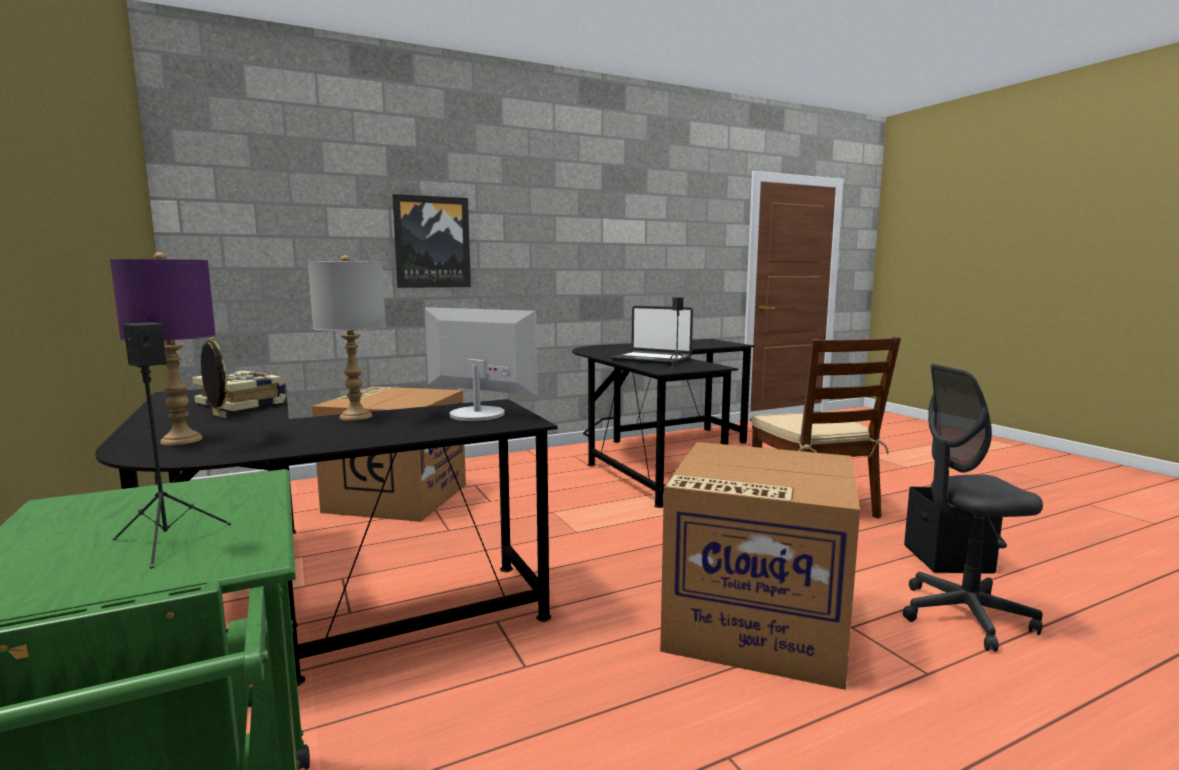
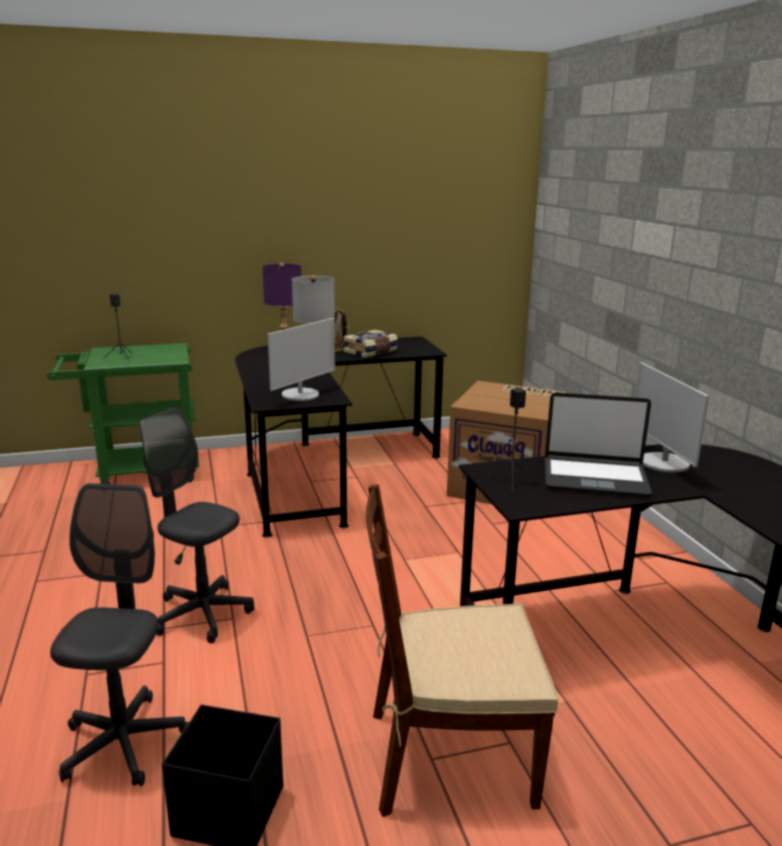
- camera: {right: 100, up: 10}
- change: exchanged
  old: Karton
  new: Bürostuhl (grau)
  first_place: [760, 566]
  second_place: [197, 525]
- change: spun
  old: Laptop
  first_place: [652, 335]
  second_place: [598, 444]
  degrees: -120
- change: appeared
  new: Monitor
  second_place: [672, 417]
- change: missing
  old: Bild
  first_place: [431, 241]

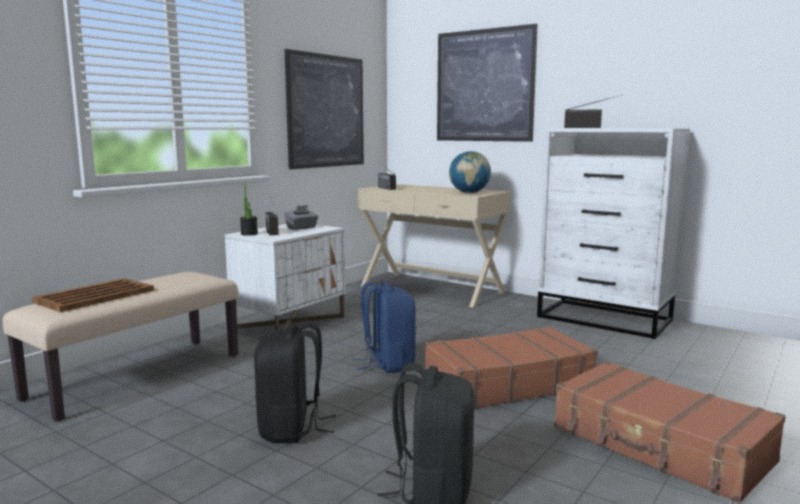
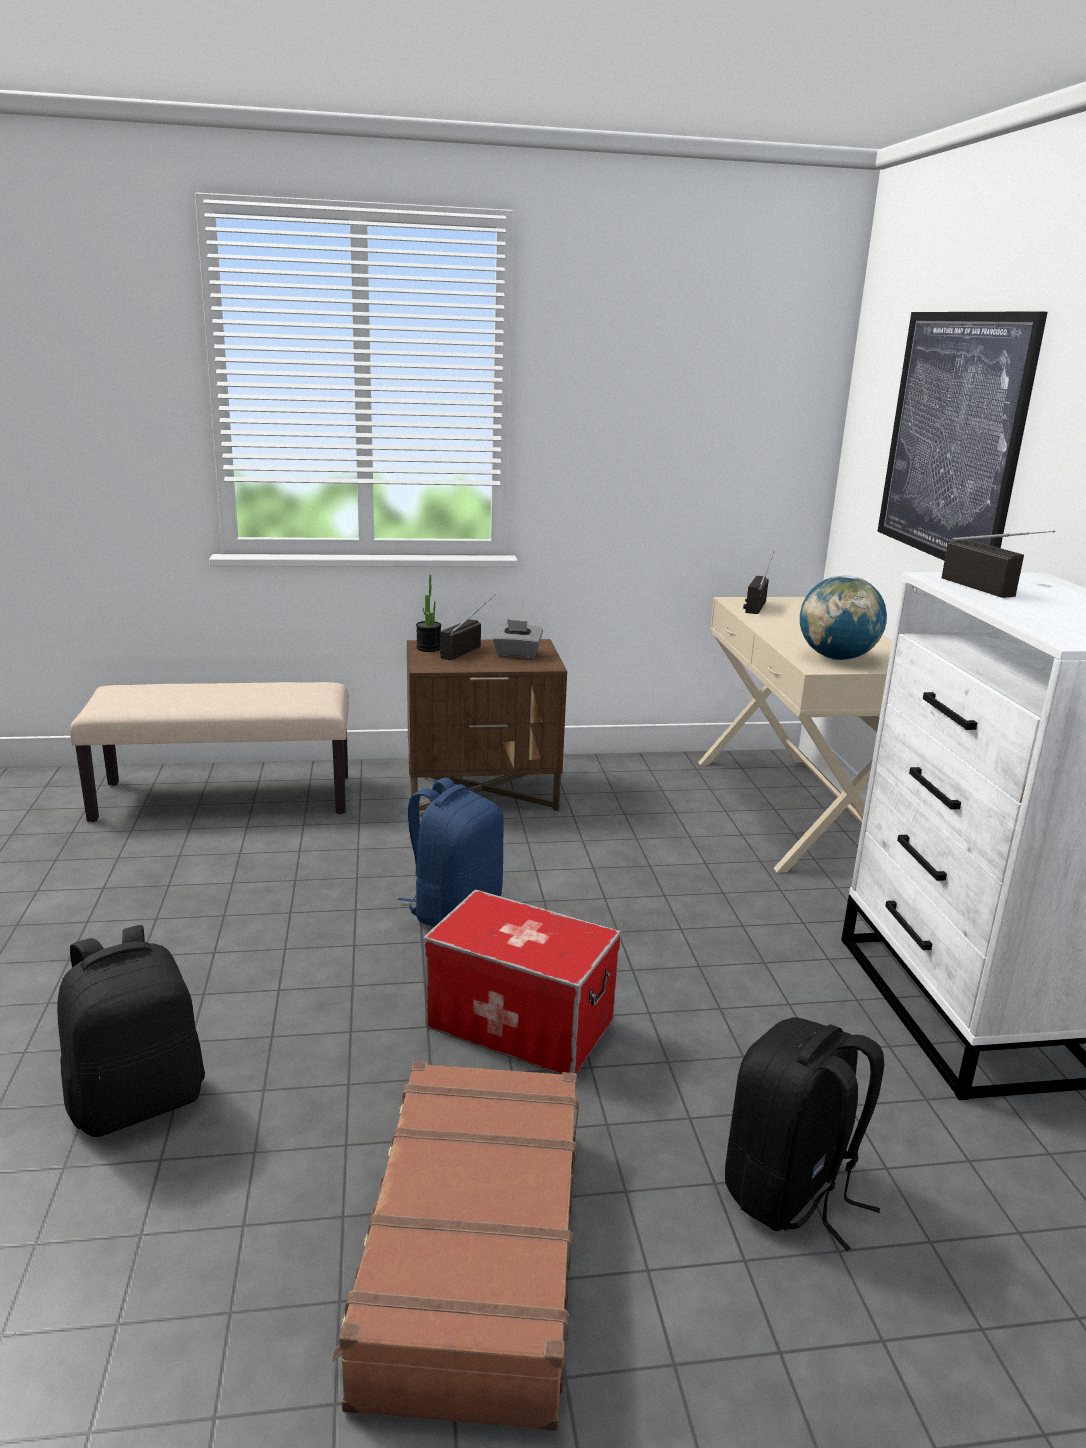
- camera: {right: 45, up: 10}
- change: colour
  old: Nachttisch (weiß)
  new: Nachttisch (braun)
  first_place: [285, 277]
  second_place: [487, 725]
- change: exchanged
  old: Koffer (braun)
  new: Aufbewahrungsbox
  first_place: [511, 367]
  second_place: [522, 982]
- change: relocated
  old: Rucksack (schwarz)
  first_place: [295, 382]
  second_place: [804, 1134]
- change: missing
  old: Tablett (braun)
  first_place: [93, 295]
- change: missing
  old: Bild
  first_place: [324, 109]

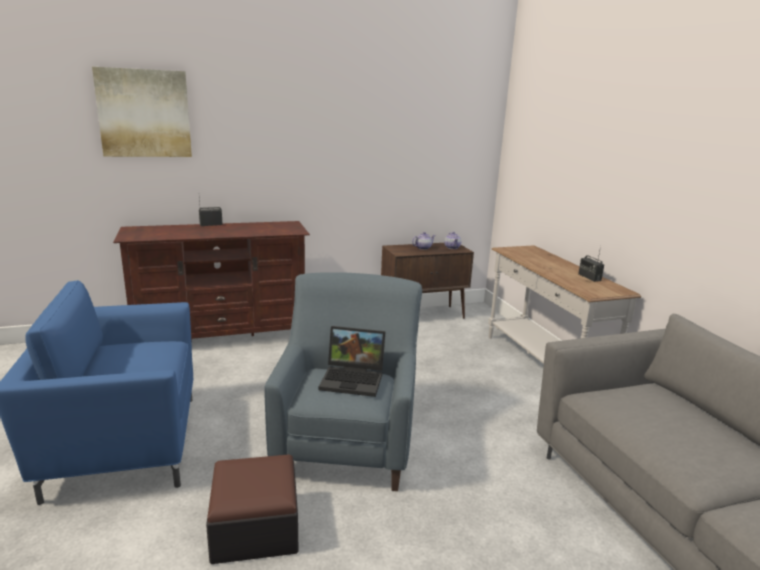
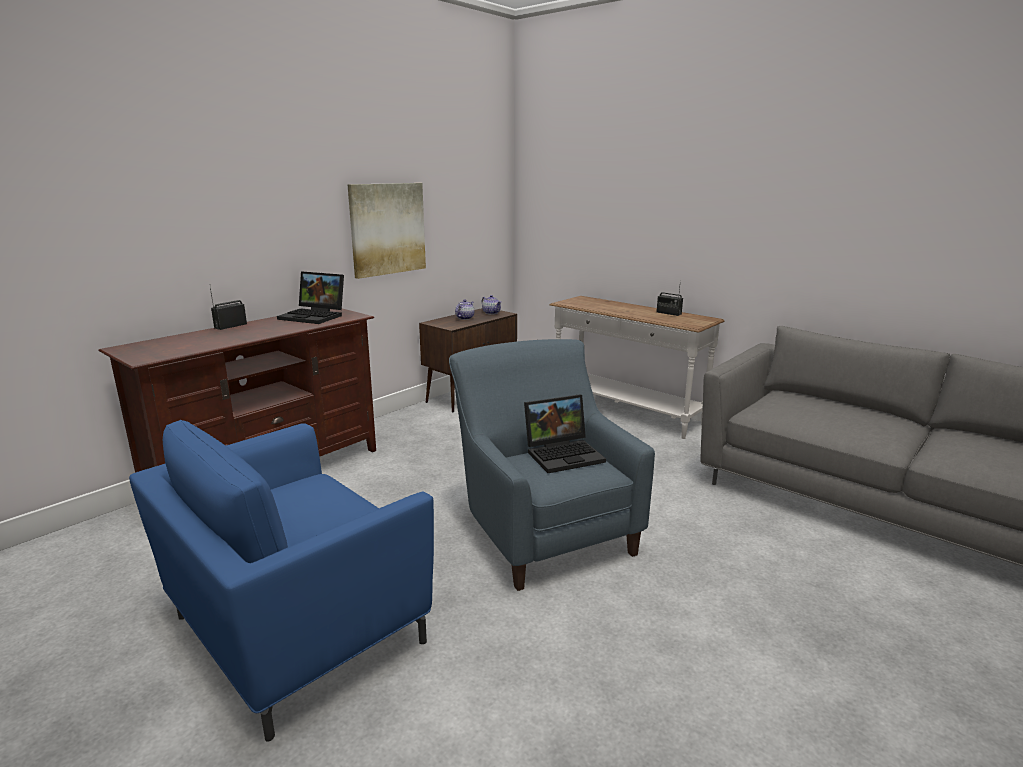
- camera: {right: -30, up: 0}
- change: appeared
  new: Laptop
  second_place: [310, 297]
- change: relocated
  old: Bild
  first_place: [142, 112]
  second_place: [387, 231]
- change: missing
  old: Polsterhocker
  first_place: [252, 509]

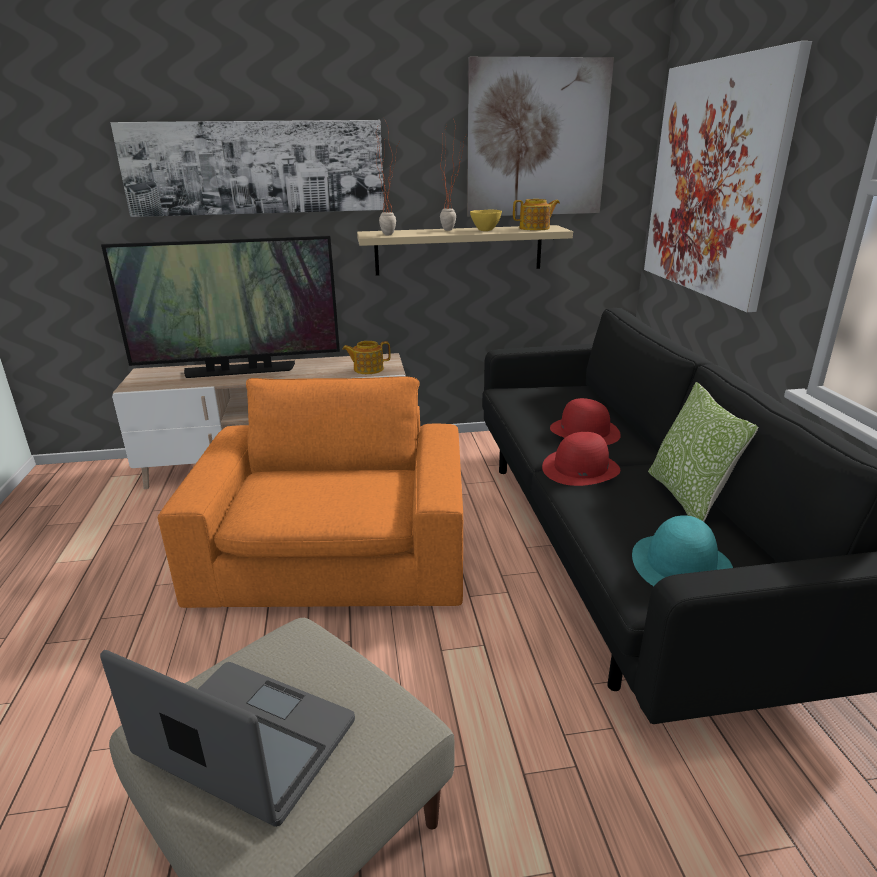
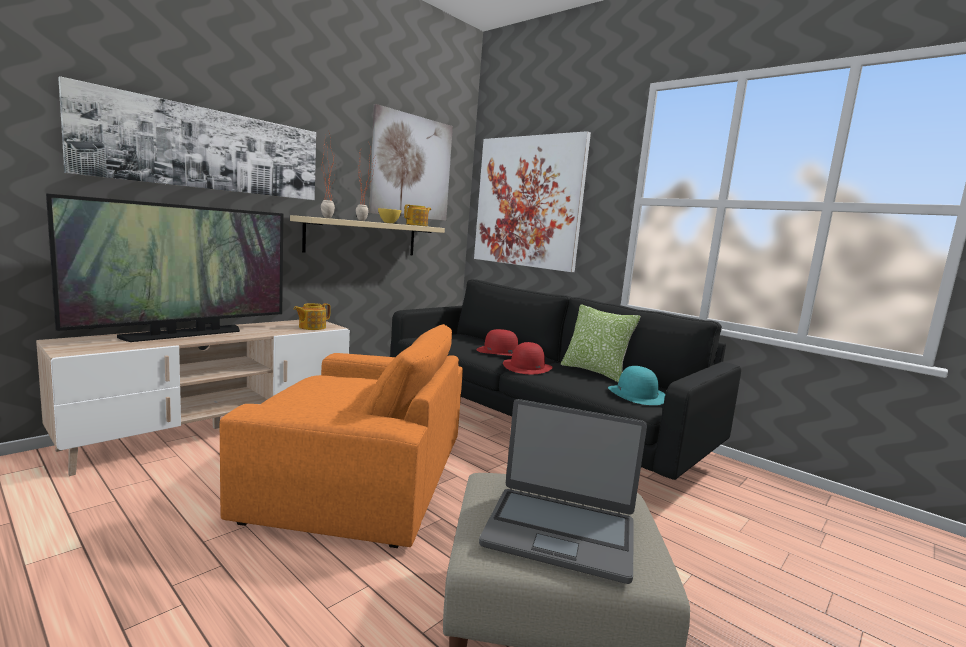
- camera: {right: -40, up: -15}
- change: spun
  old: Sessel (orange)
  first_place: [310, 492]
  second_place: [341, 436]
  degrees: 135
- change: spun
  old: Laptop
  first_place: [227, 738]
  second_place: [563, 491]
  degrees: -150

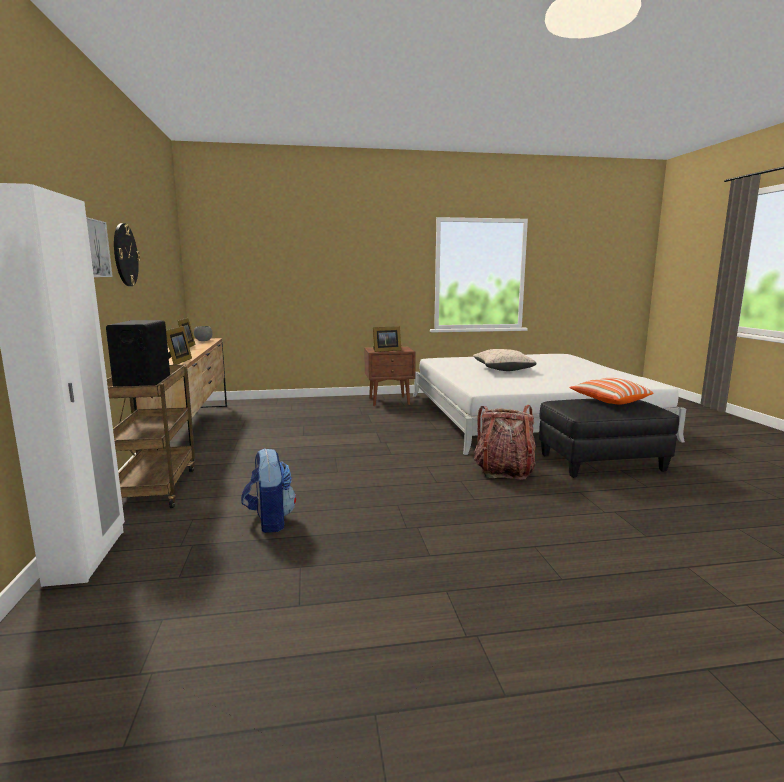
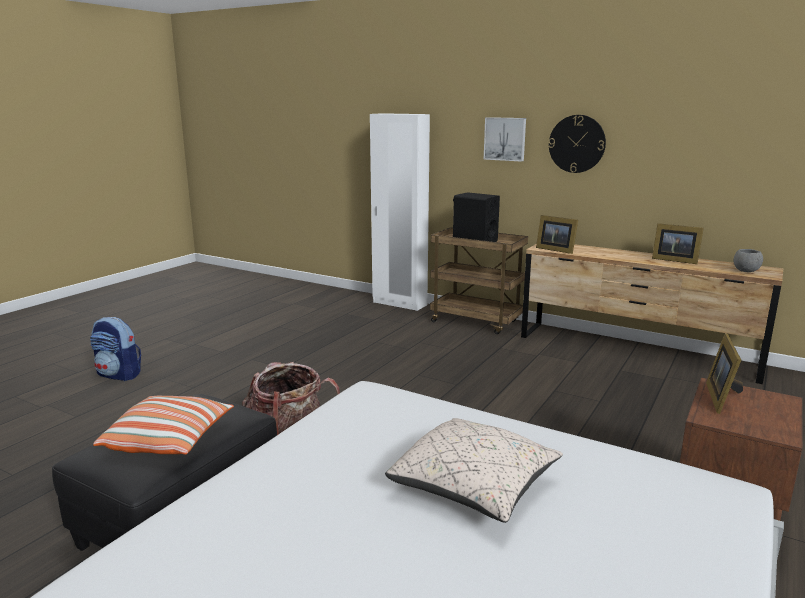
- camera: {right: 130, up: 5}
- change: relocated
  old: Rucksack
  first_place: [268, 490]
  second_place: [115, 349]

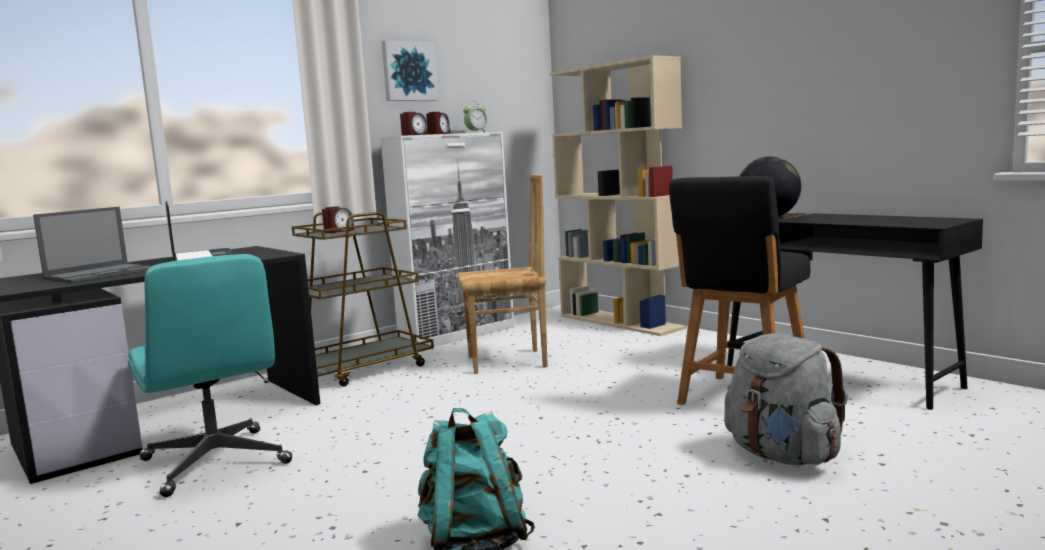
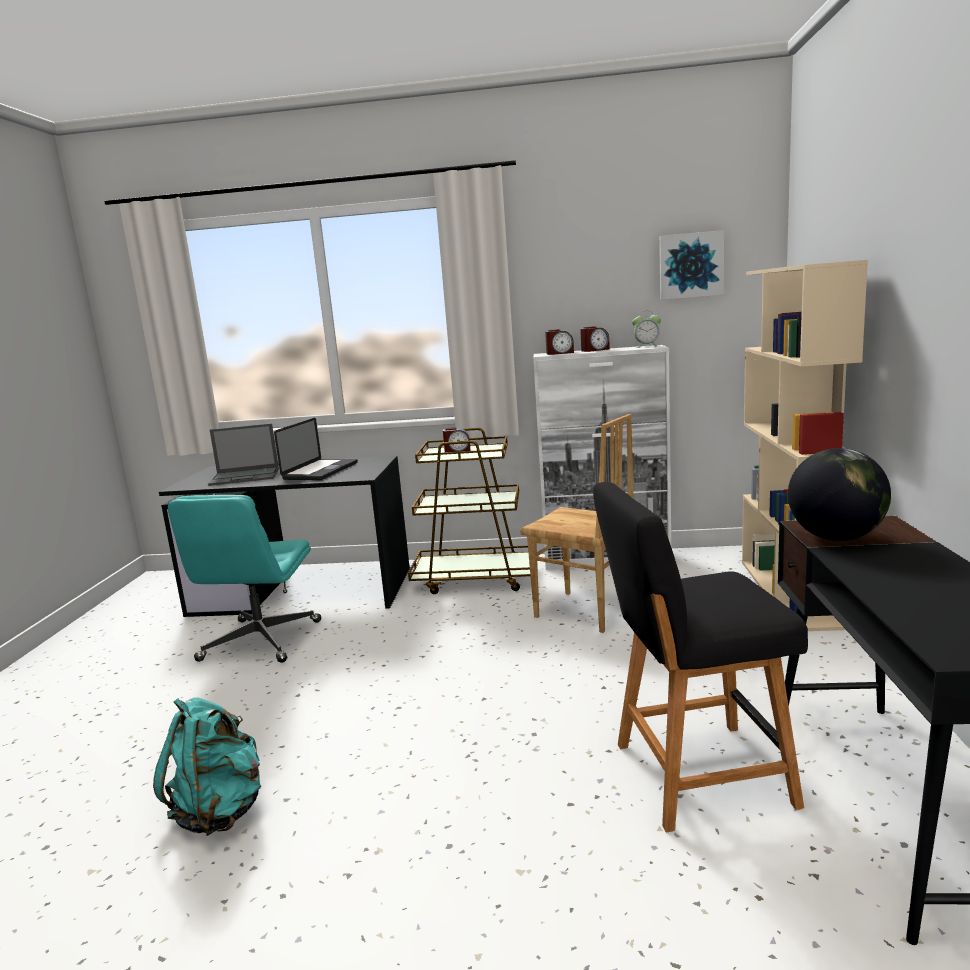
- camera: {right: 45, up: 5}
- change: relocated
  old: Bild
  first_place: [410, 70]
  second_place: [691, 265]
- change: missing
  old: Rucksack (grau)
  first_place: [786, 399]

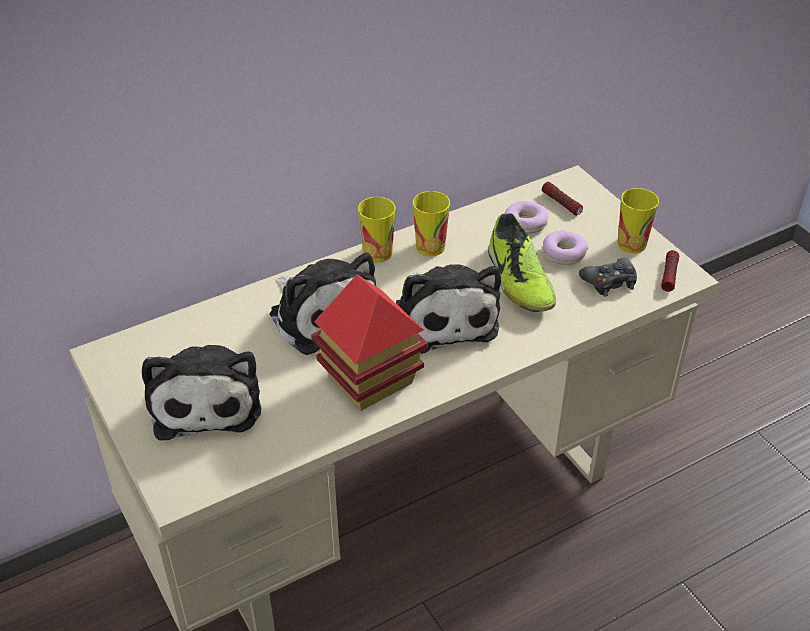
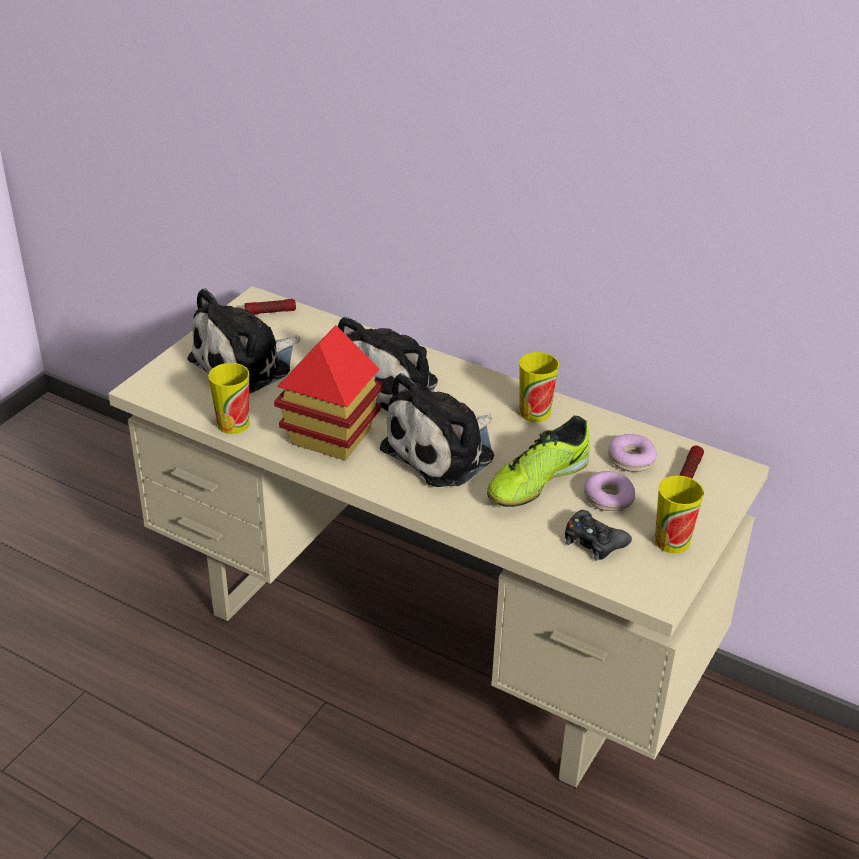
- camera: {right: 60, up: -5}
- change: relocated
  old: Tasse
  first_place: [376, 229]
  second_place: [228, 398]
- change: relocated
  old: Taschenlampe
  first_place: [670, 271]
  second_place: [270, 306]

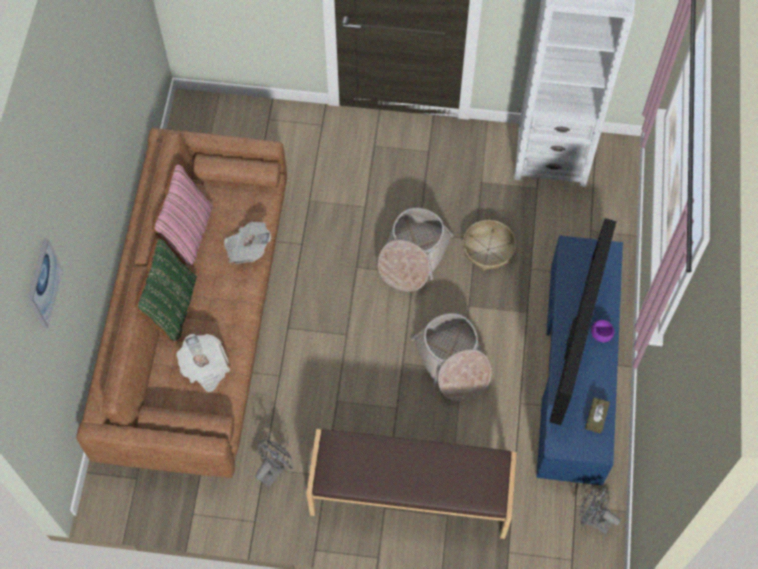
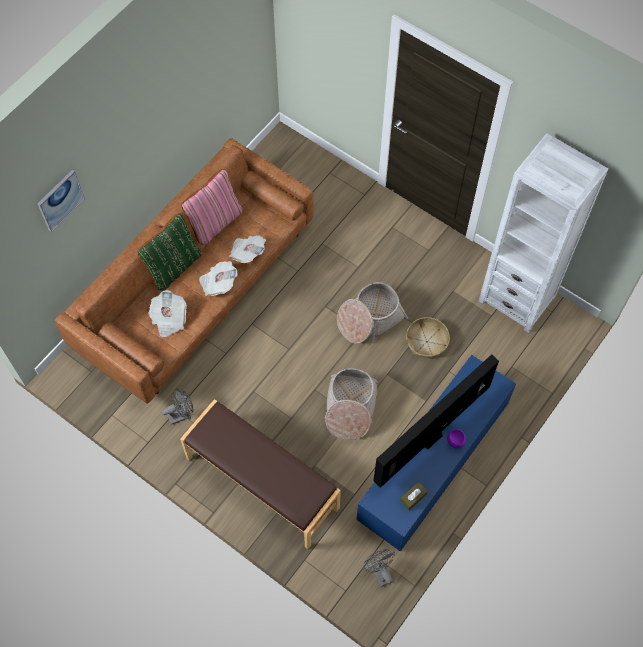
- camera: {right: 30, up: 0}
- change: appeared
  new: Zeitung
  second_place: [218, 278]

